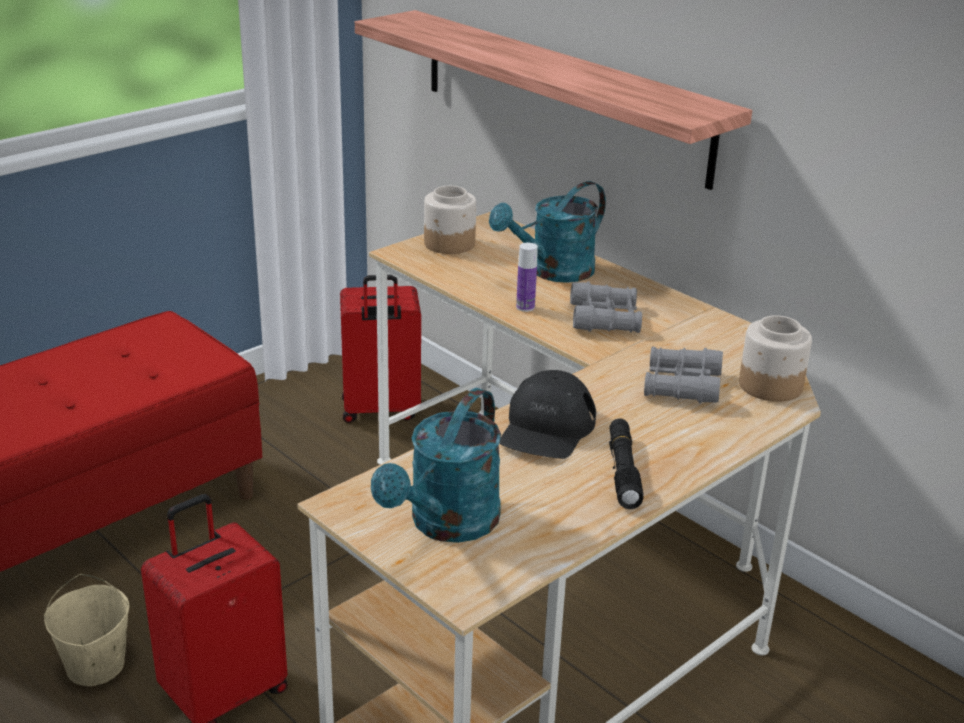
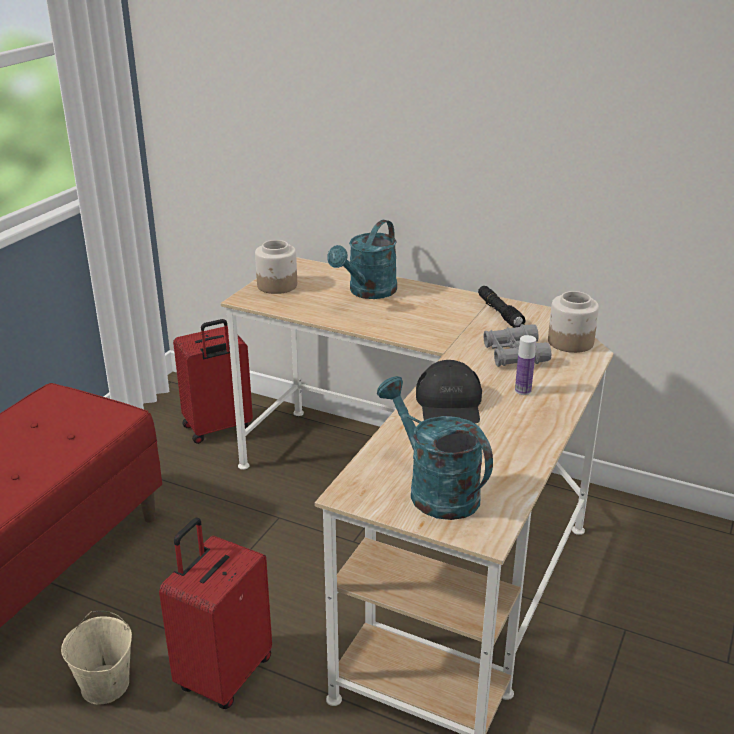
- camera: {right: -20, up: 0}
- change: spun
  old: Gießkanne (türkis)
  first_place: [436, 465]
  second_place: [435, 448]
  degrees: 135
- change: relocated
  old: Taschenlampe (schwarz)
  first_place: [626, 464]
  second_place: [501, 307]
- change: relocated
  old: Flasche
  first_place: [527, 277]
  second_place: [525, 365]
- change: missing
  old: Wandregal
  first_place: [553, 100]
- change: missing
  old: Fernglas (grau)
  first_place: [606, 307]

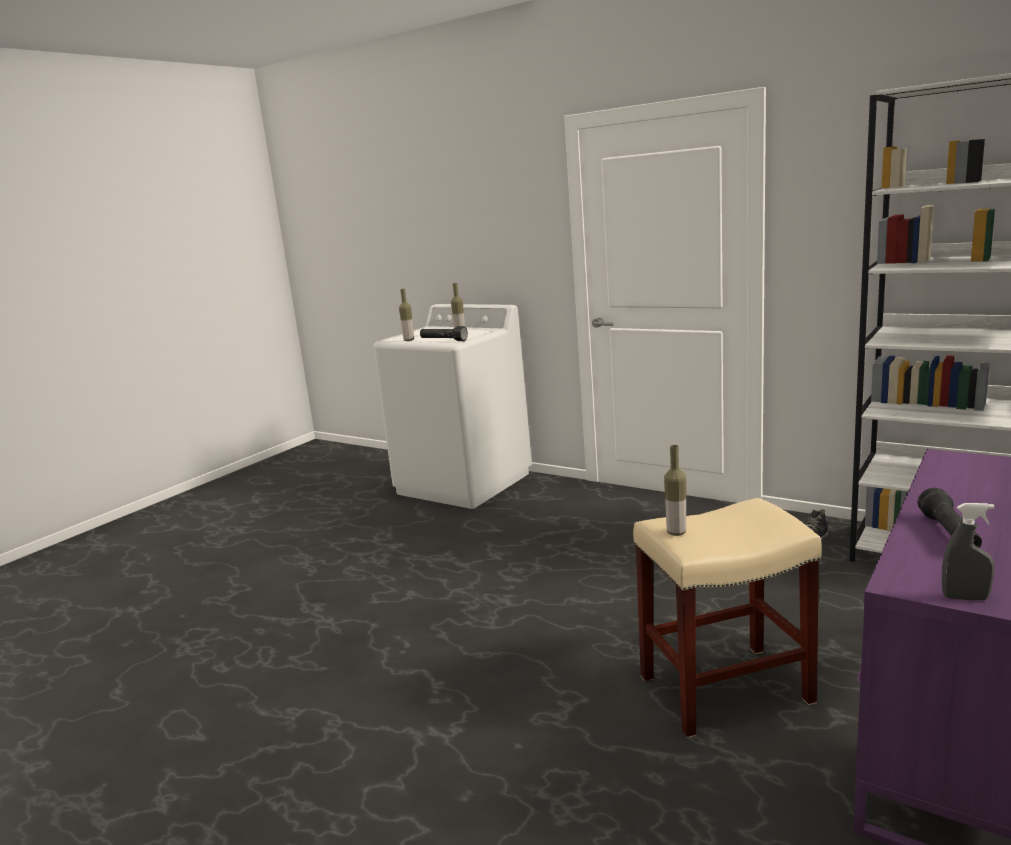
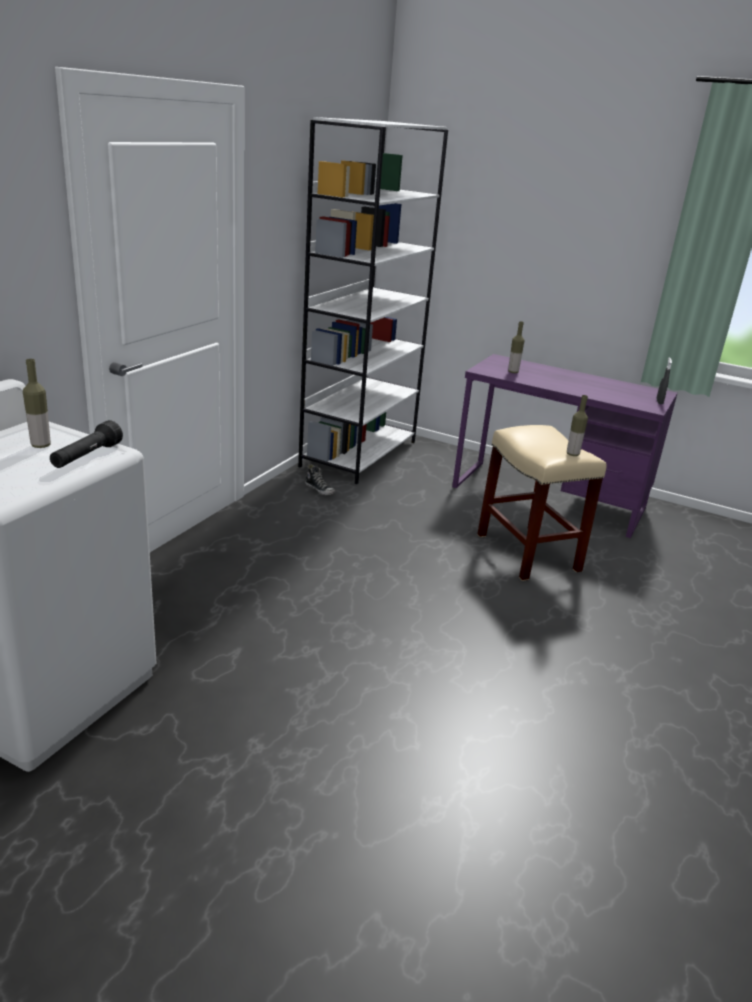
- camera: {right: -100, up: 10}
- change: relocated
  old: Flasche
  first_place: [406, 315]
  second_place: [516, 347]
- change: missing
  old: Taschenlampe (schwarz)
  first_place: [950, 518]

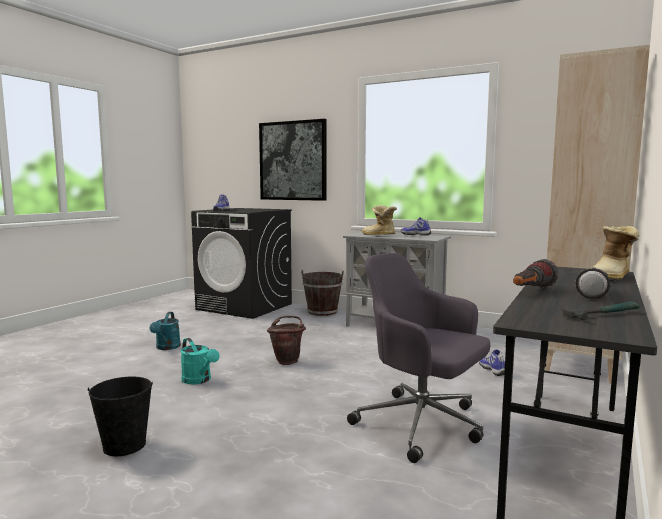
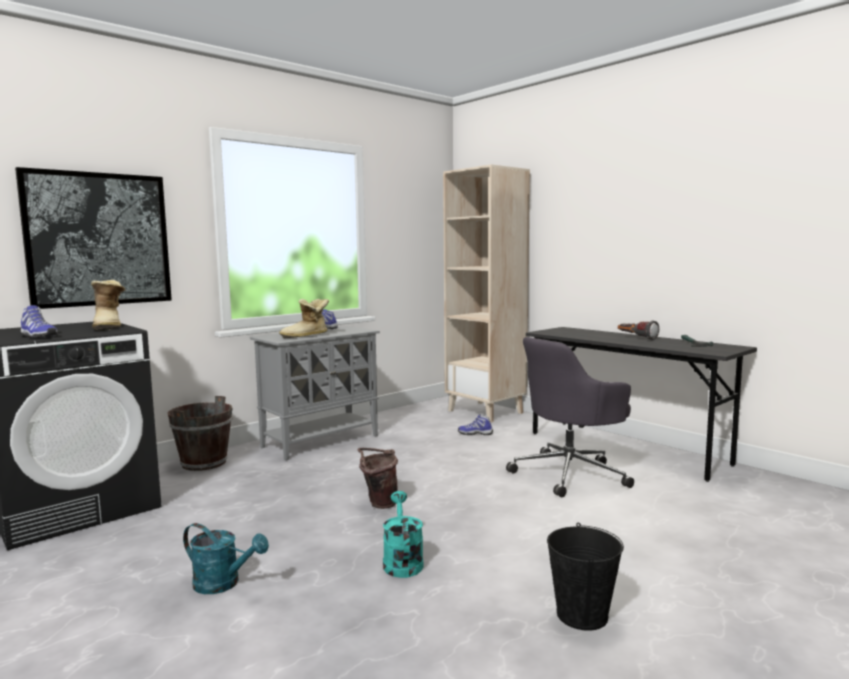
- camera: {right: -70, up: 0}
- change: relocated
  old: Stiefel
  first_place: [616, 253]
  second_place: [108, 305]
- change: spun
  old: Gießkanne (türkis)
  first_place: [199, 361]
  second_place: [403, 534]
  degrees: -75
- change: missing
  old: Taschenlampe
  first_place: [536, 273]

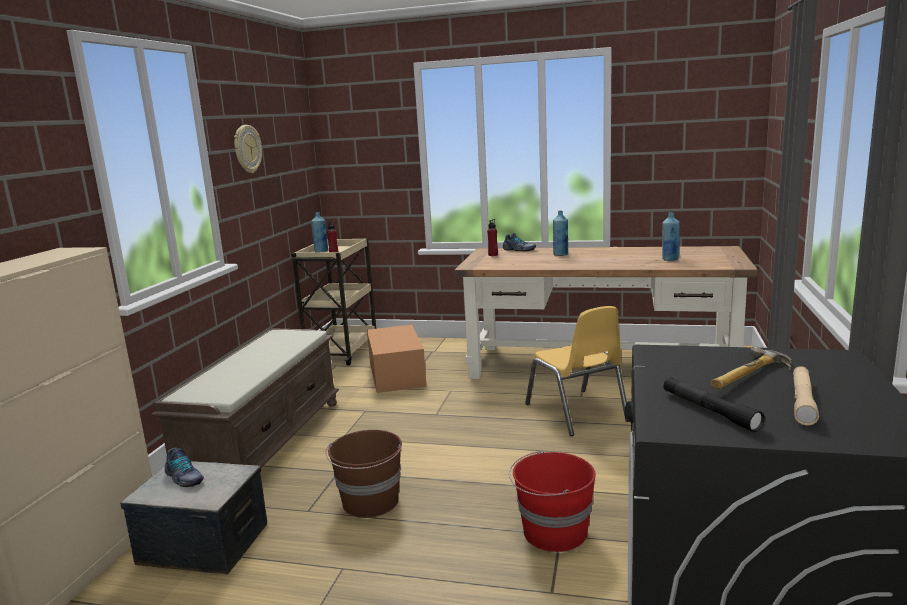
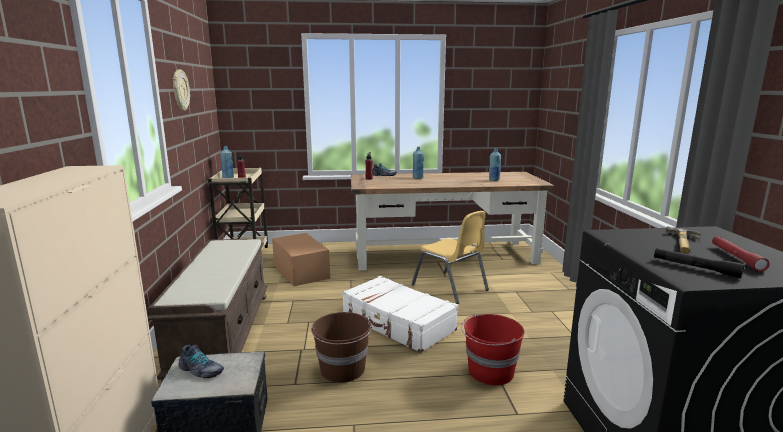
- camera: {right: -20, up: 0}
- change: appeared
  new: Koffer (weiß)
  second_place: [400, 314]
- change: colour
  old: Taschenlampe (beige)
  new: Taschenlampe (rot)
  first_place: [806, 395]
  second_place: [741, 254]

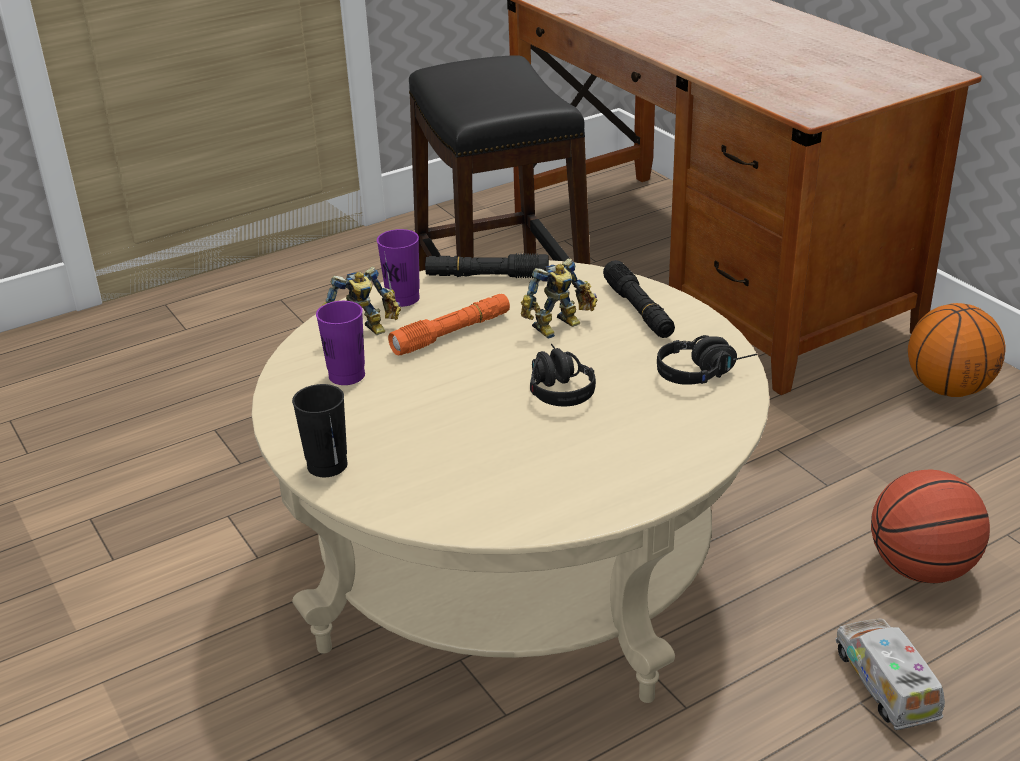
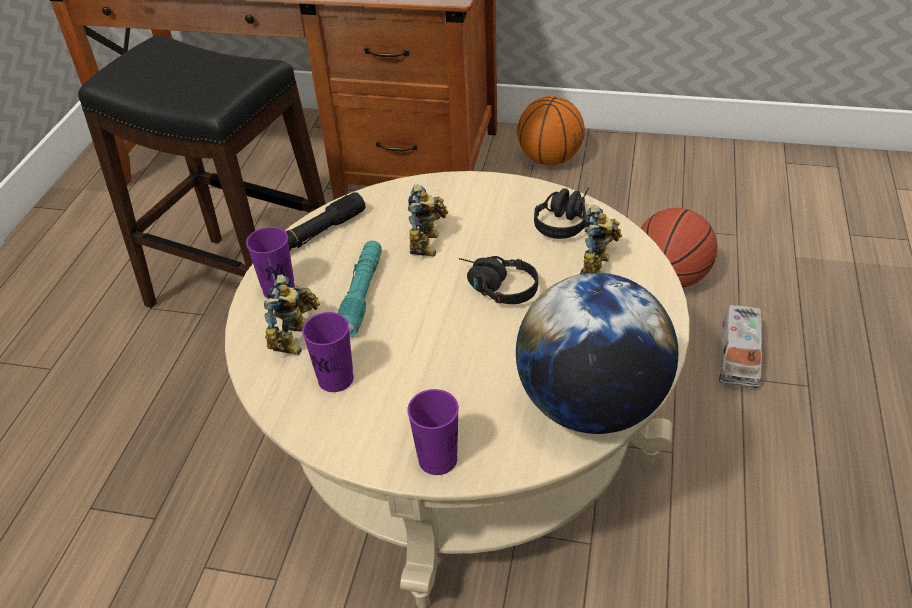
- camera: {right: -45, up: 10}
- change: colour
  old: Taschenlampe (orange)
  new: Taschenlampe (türkis)
  first_place: [449, 324]
  second_place: [360, 288]
- change: colour
  old: Tasse (schwarz)
  new: Tasse (lila)
  first_place: [320, 430]
  second_place: [433, 432]
- change: appeared
  new: Globus
  second_place: [597, 353]
- change: appeared
  new: Spielzeugroboter
  second_place: [601, 239]
- change: spun
  old: Spielzeuglaster
  first_place: [890, 674]
  second_place: [740, 346]
  degrees: -105
- change: missing
  old: Taschenlampe (schwarz)
  first_place: [639, 299]

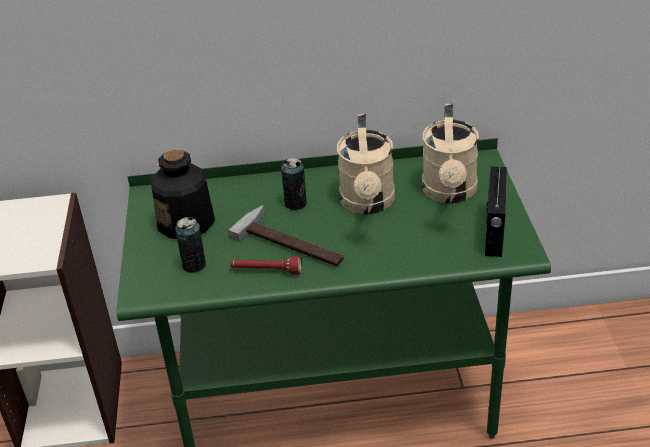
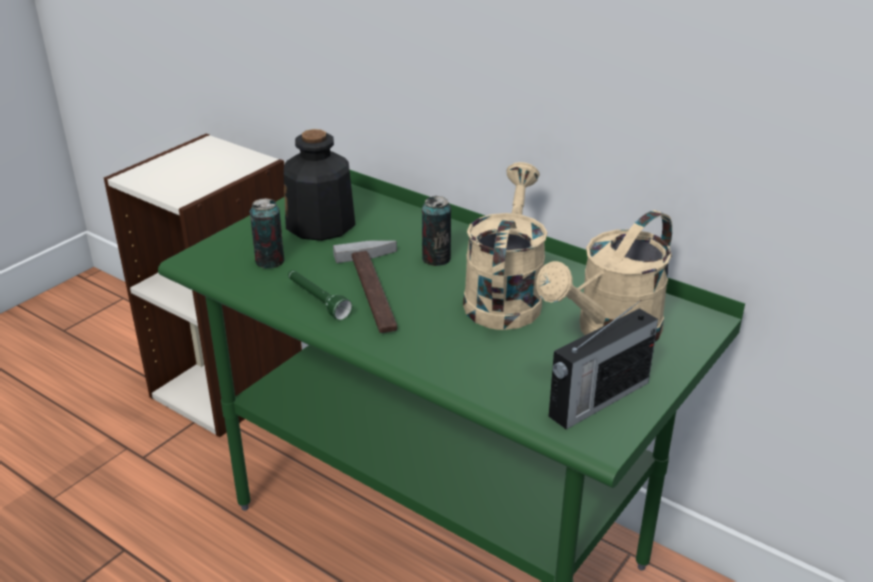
- camera: {right: 40, up: -5}
- change: colour
  old: Taschenlampe (rot)
  new: Taschenlampe (grün)
  first_place: [266, 265]
  second_place: [320, 295]
- change: spun
  old: Gießkanne (beige)
  first_place: [366, 164]
  second_place: [505, 246]
  degrees: 150

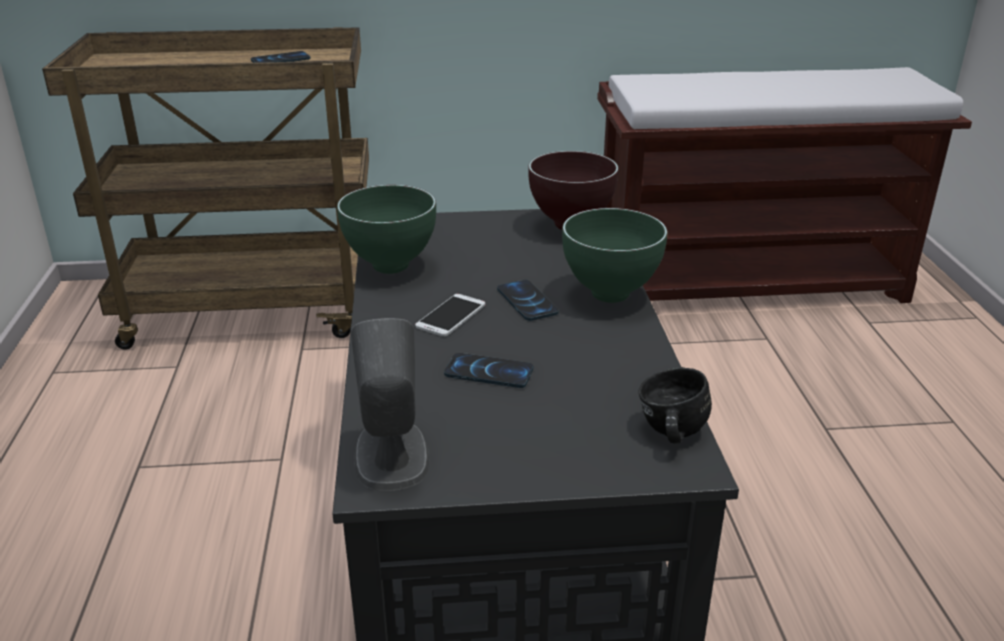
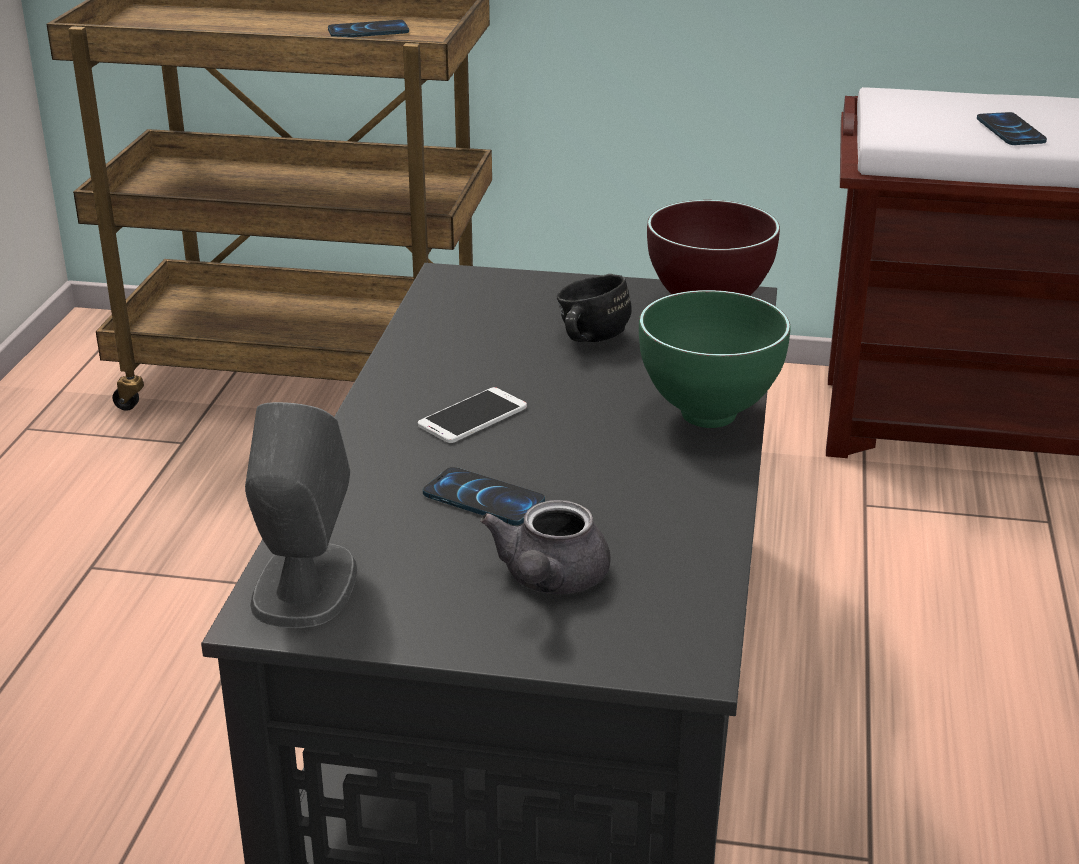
- camera: {right: 15, up: 0}
- change: appeared
  new: Teekanne (grau)
  second_place: [546, 547]
- change: relocated
  old: Henkelbecher (schwarz)
  first_place: [675, 405]
  second_place: [594, 308]
- change: relocated
  old: Handy
  first_place: [528, 300]
  second_place: [1012, 128]
- change: missing
  old: Schüssel (grün)
  first_place: [386, 229]

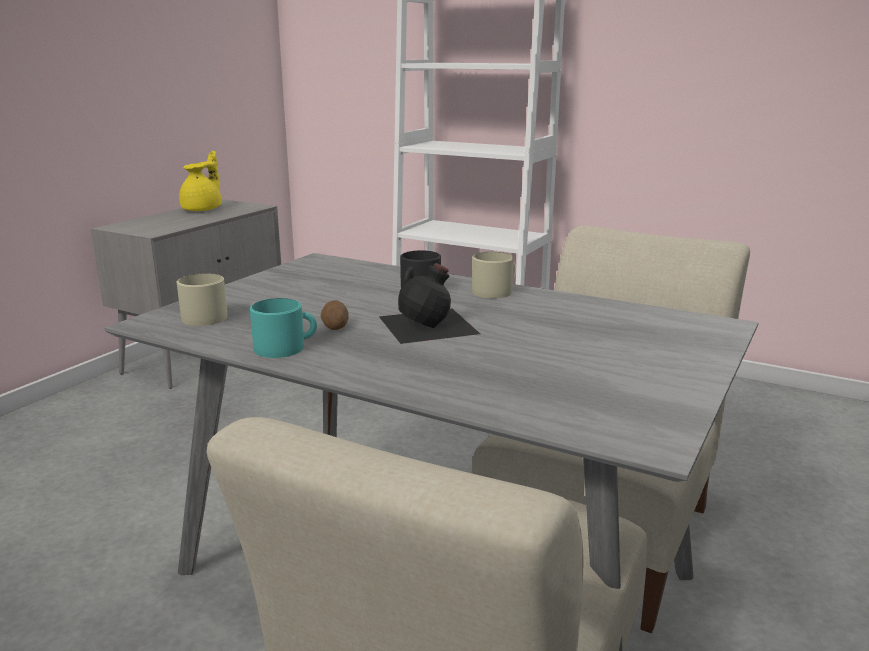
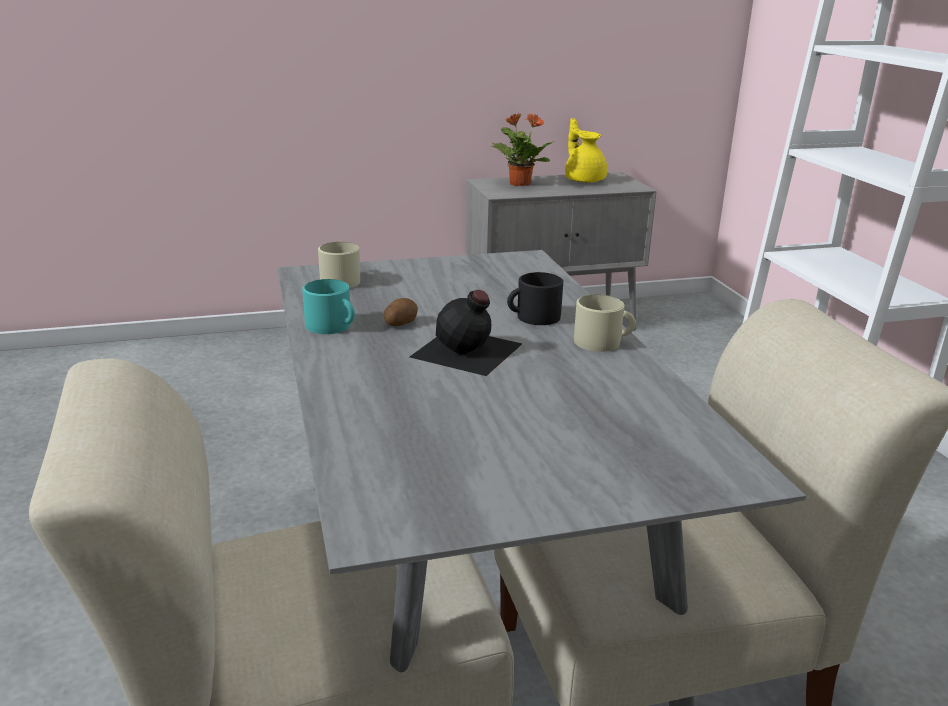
- camera: {right: 45, up: 5}
- change: appeared
  new: Topfpflanze
  second_place: [523, 149]
- change: spun
  old: Teekanne (gelb)
  first_place: [200, 181]
  second_place: [586, 150]
  degrees: -90

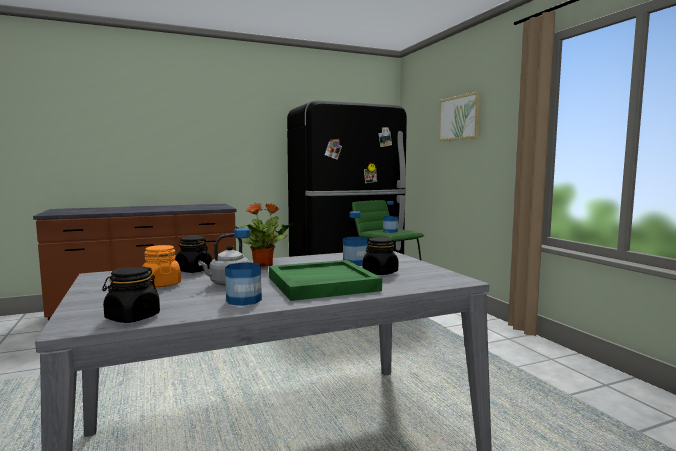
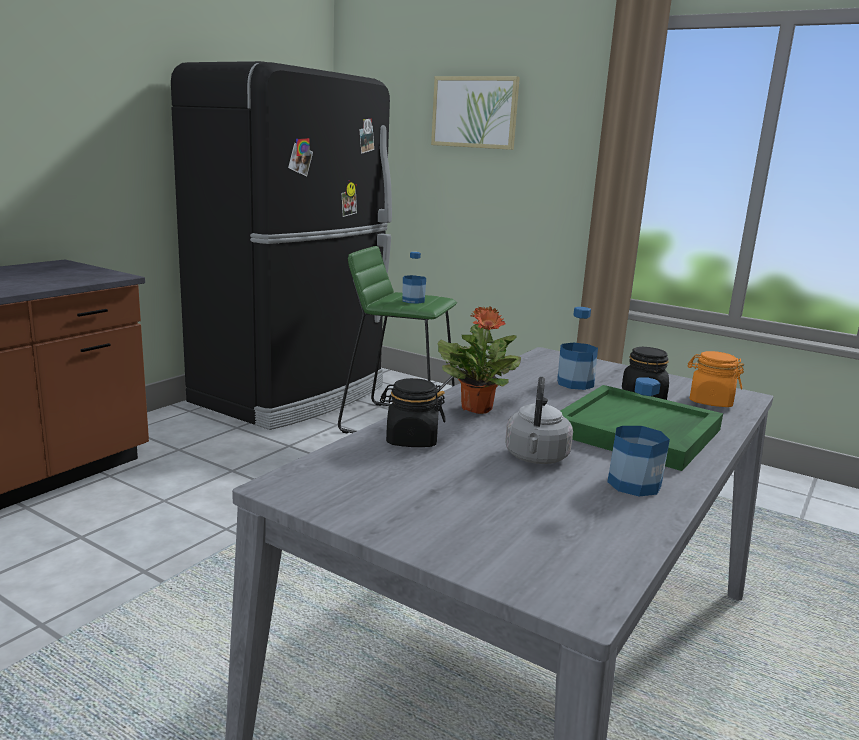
- camera: {right: -35, up: 10}
- change: relocated
  old: Vorratsglas (orange)
  first_place: [161, 266]
  second_place: [715, 379]
- change: missing
  old: Vorratsglas (schwarz)
  first_place: [131, 295]

